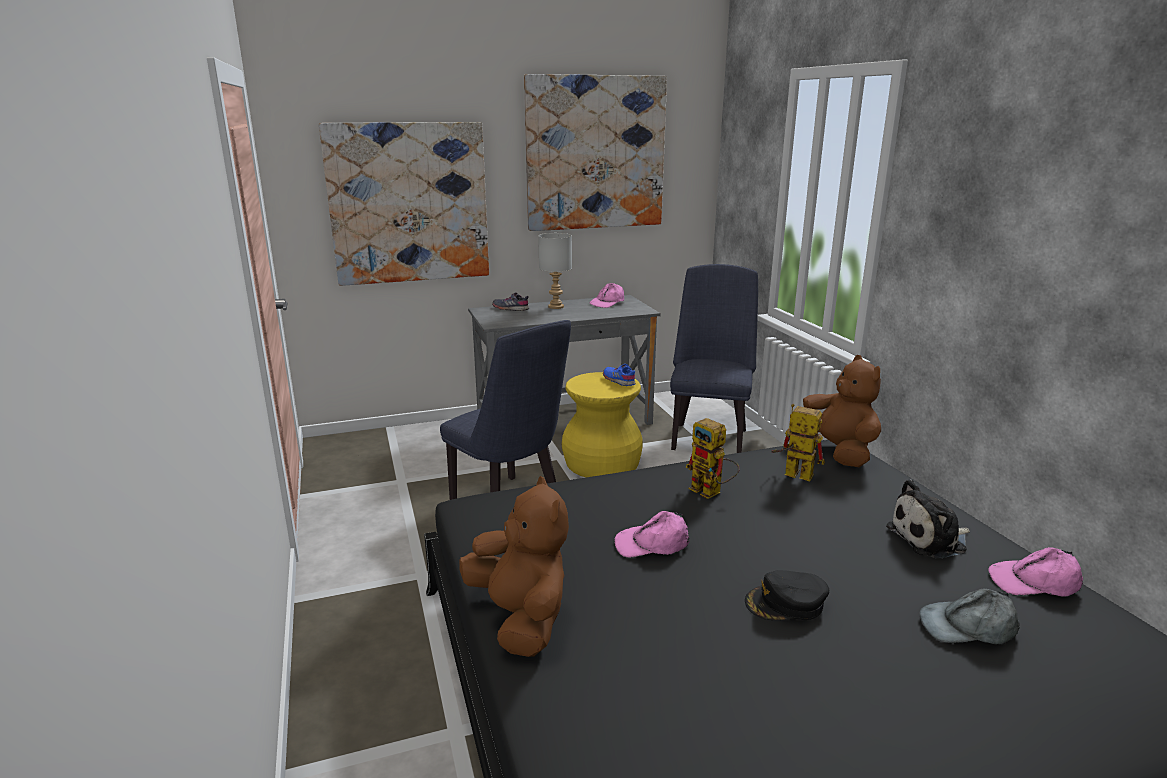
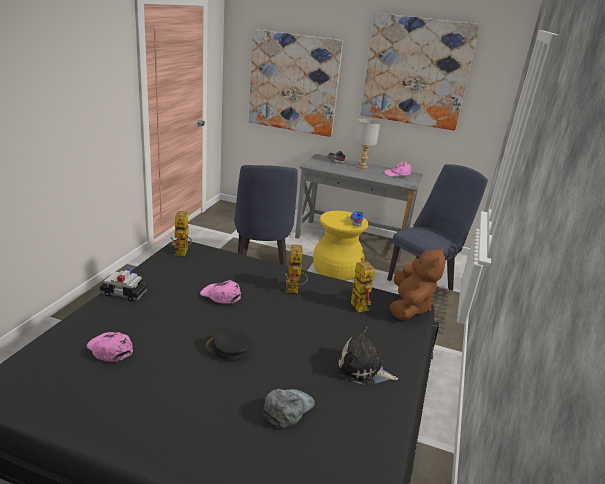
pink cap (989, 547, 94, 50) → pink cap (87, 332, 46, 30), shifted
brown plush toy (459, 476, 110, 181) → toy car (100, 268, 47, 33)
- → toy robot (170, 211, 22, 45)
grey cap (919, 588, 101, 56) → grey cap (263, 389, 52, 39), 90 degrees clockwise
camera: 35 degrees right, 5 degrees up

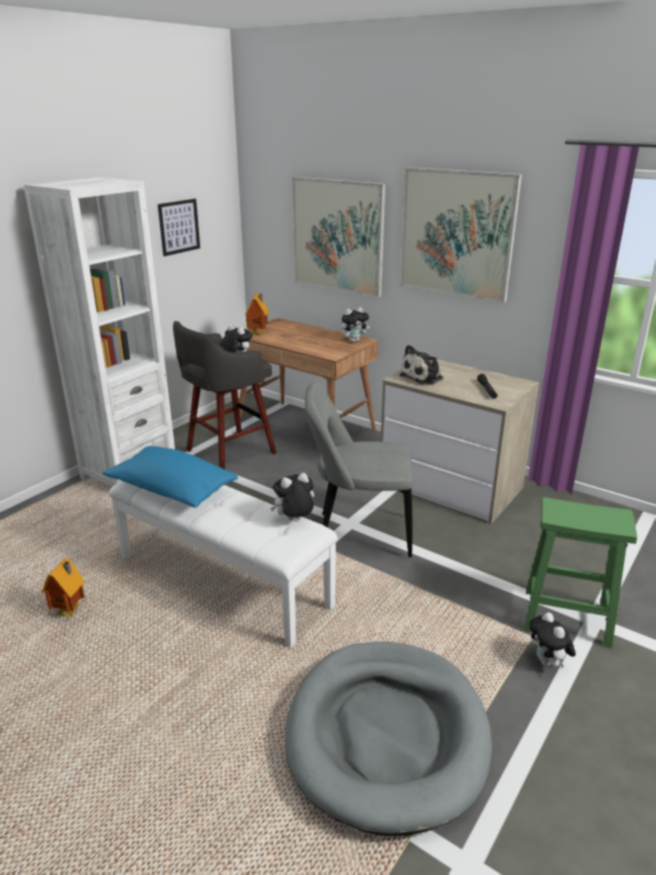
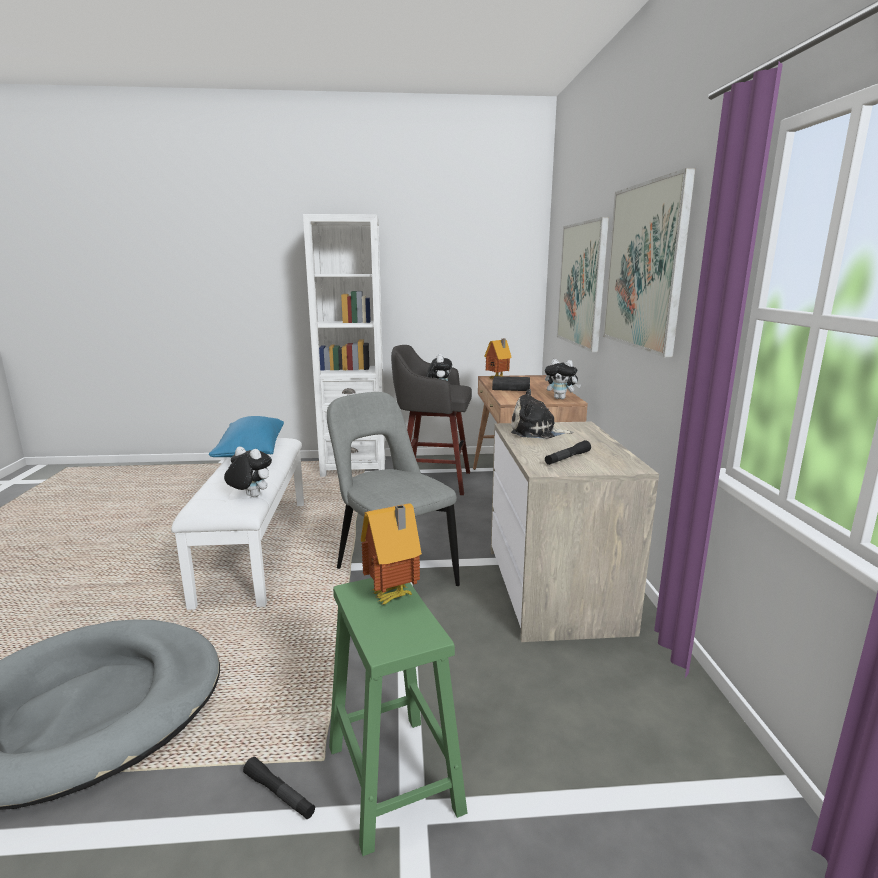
plush toy (529, 612, 47, 56) → black flashlight (243, 757, 72, 62)
toy house (42, 558, 43, 60) → toy house (361, 503, 61, 102), shifted
- → black book (492, 376, 38, 15)
picture (158, 199, 42, 57) → -
camera: 50 degrees right, 10 degrees down

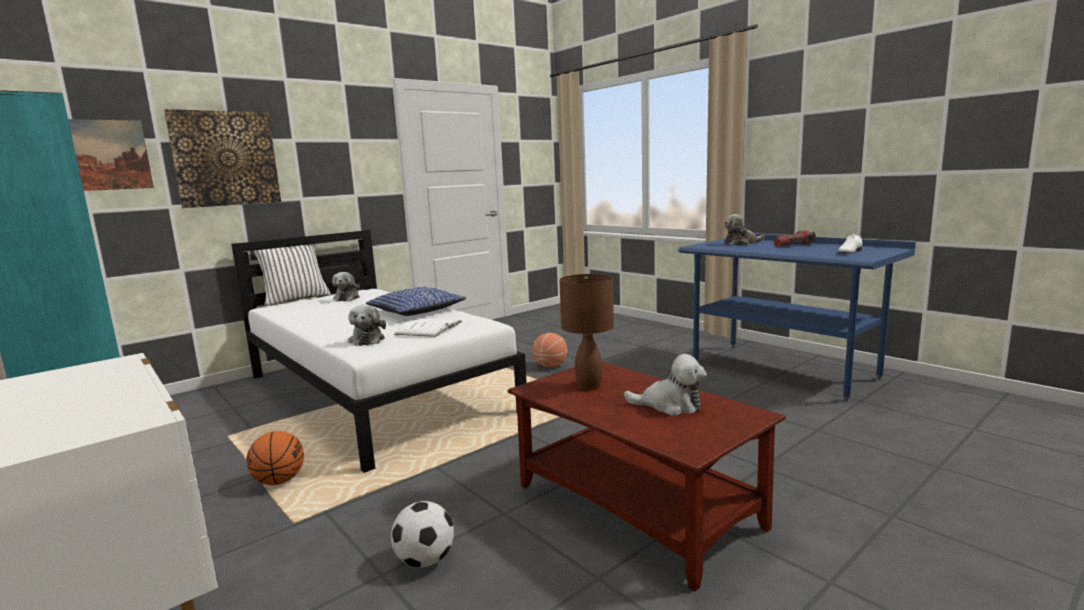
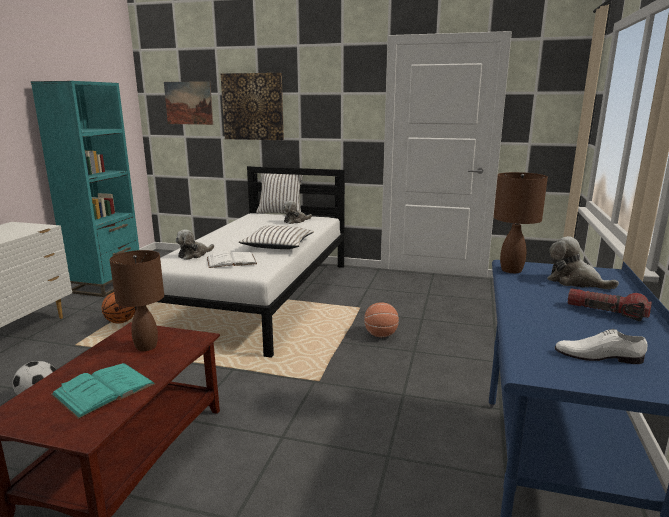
plush toy (624, 354, 83, 62) → turquoise book (51, 363, 105, 56)
blue pillow (366, 287, 100, 29) → white pillow (238, 226, 76, 23)
- → brown table lamp (494, 172, 54, 101)
camera: 55 degrees right, 5 degrees up

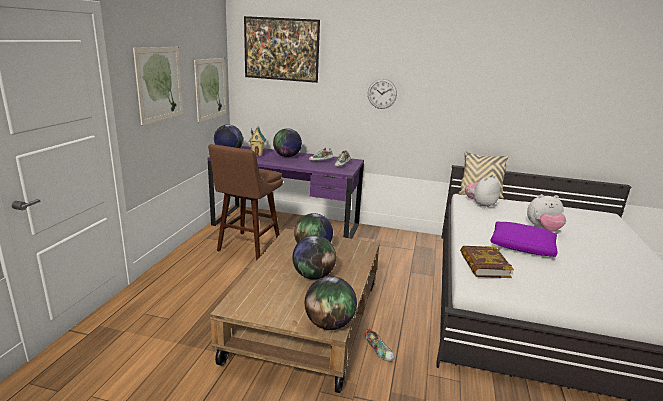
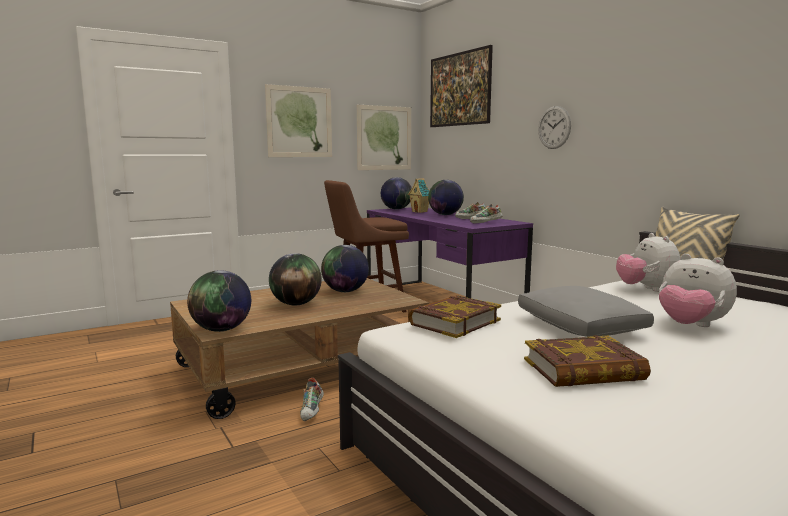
purple pillow (490, 221, 68, 36) → grey pillow (518, 286, 136, 51)
- → book (524, 335, 127, 52)
plush toy (465, 175, 35, 33) → plush toy (616, 233, 65, 59), 105 degrees counterclockwise
camera: 45 degrees right, 10 degrees down

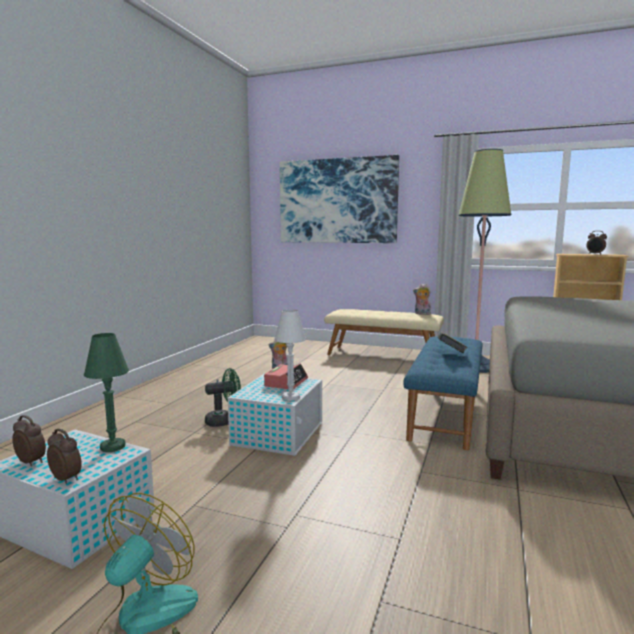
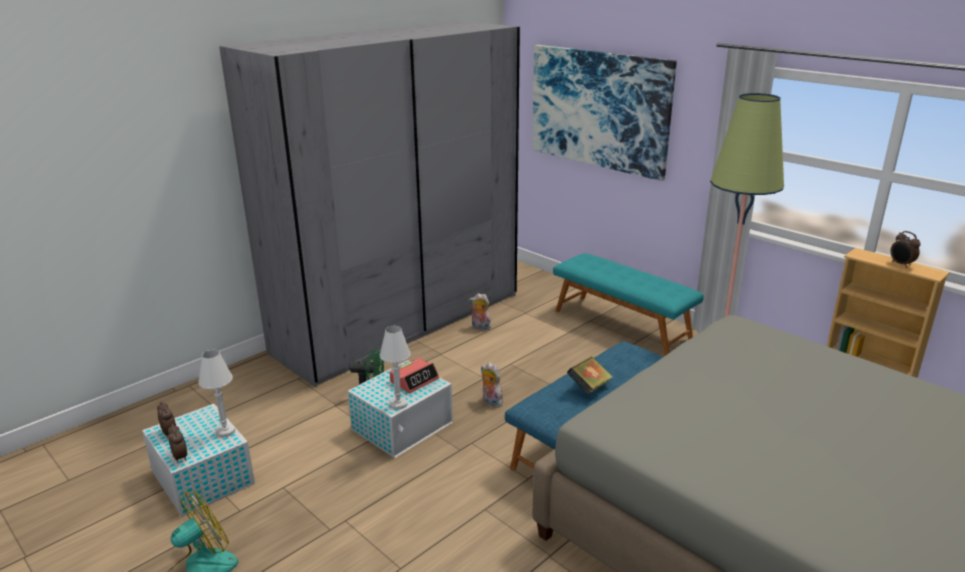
green table lamp (84, 333, 45, 119) → white table lamp (198, 350, 37, 87)
- → grey wardrobe (219, 21, 301, 367)
plush toy (413, 284, 18, 31) → plush toy (481, 362, 23, 46), shifted
beige bench (324, 309, 120, 46) → turquoise bench (553, 253, 151, 103)
camera: 25 degrees right, 15 degrees up

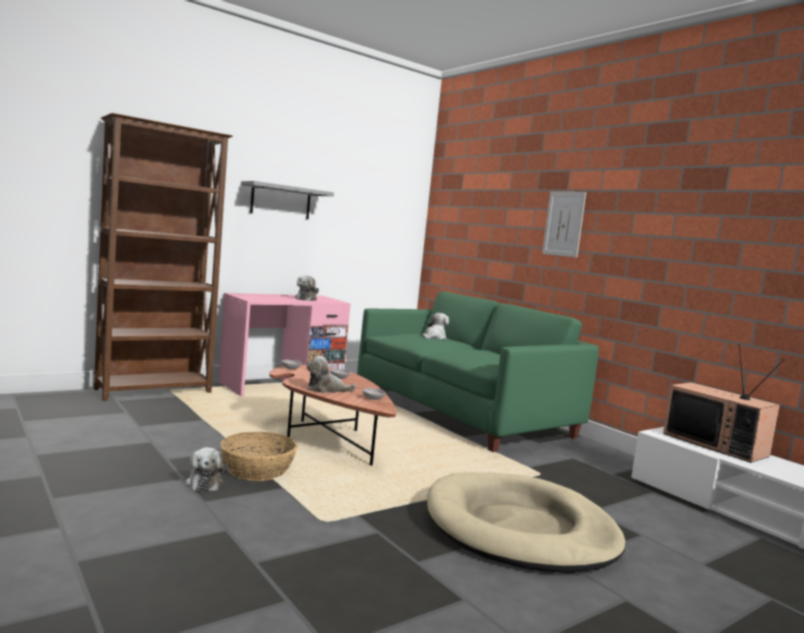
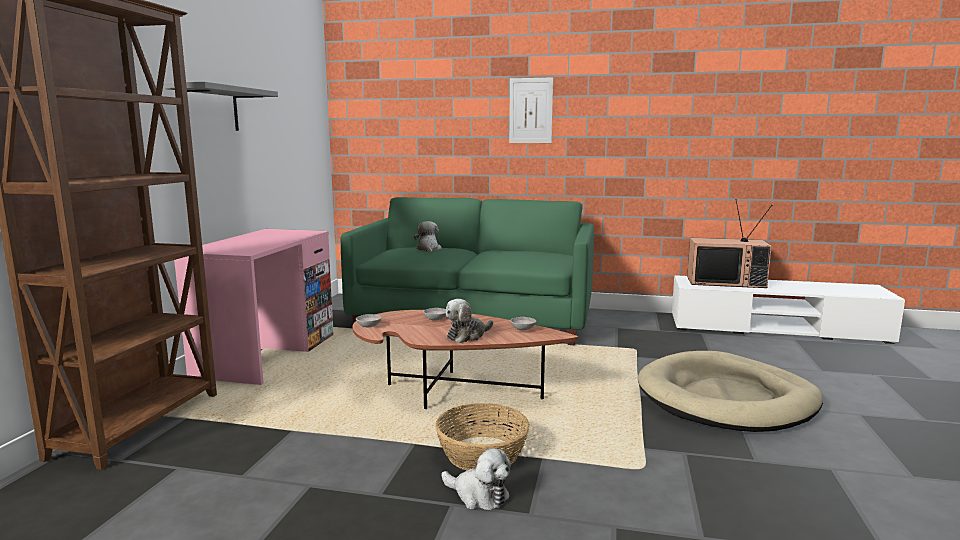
plush toy (295, 275, 24, 26) → -
camera: 40 degrees left, 5 degrees up

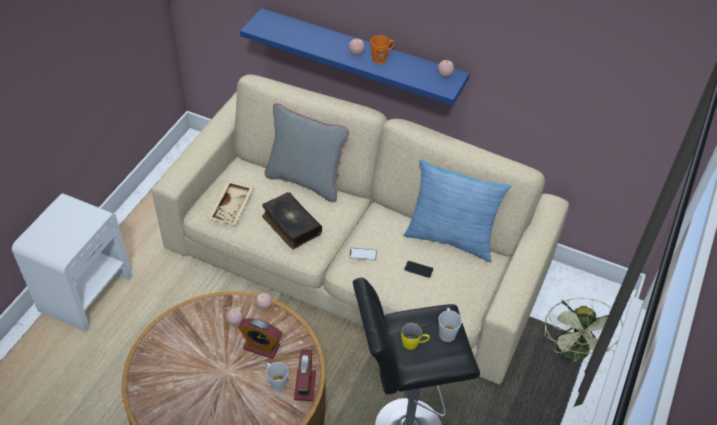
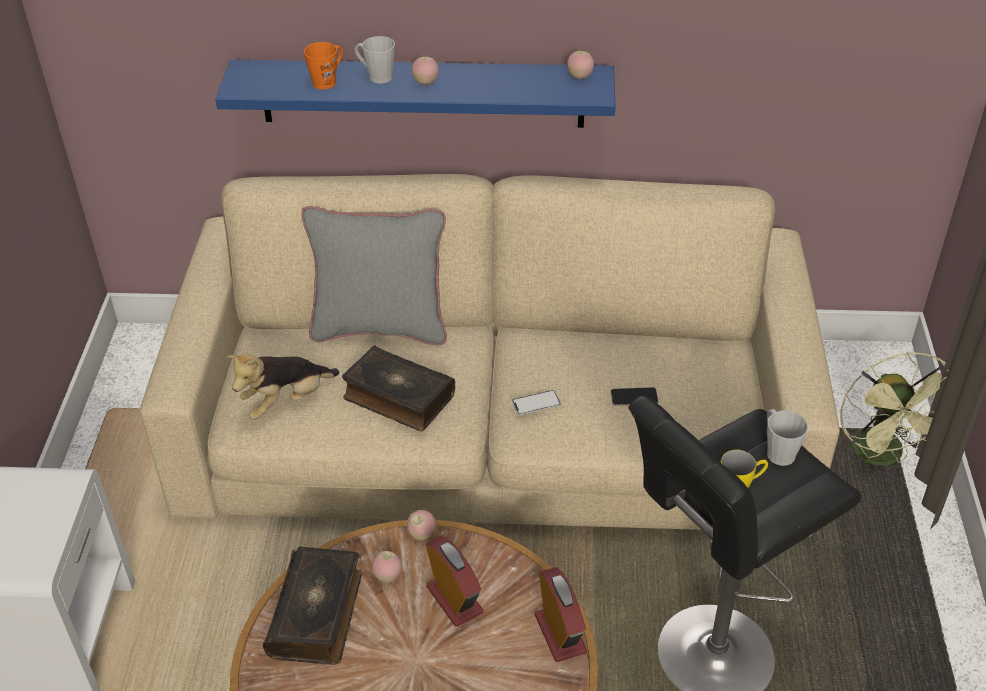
beige tray (208, 180, 46, 45) → plush toy (227, 354, 112, 66)
- → book (263, 547, 99, 118)
orange mug (371, 35, 24, 29) → orange mug (304, 42, 39, 47), shifted
grey mug (266, 362, 23, 29) → grey mug (355, 36, 40, 47), shifted
alarm clock (238, 318, 44, 41) → alarm clock (426, 536, 57, 91), 120 degrees counterclockwise
pillow (403, 159, 108, 104) → -
camera: 20 degrees left, 5 degrees down

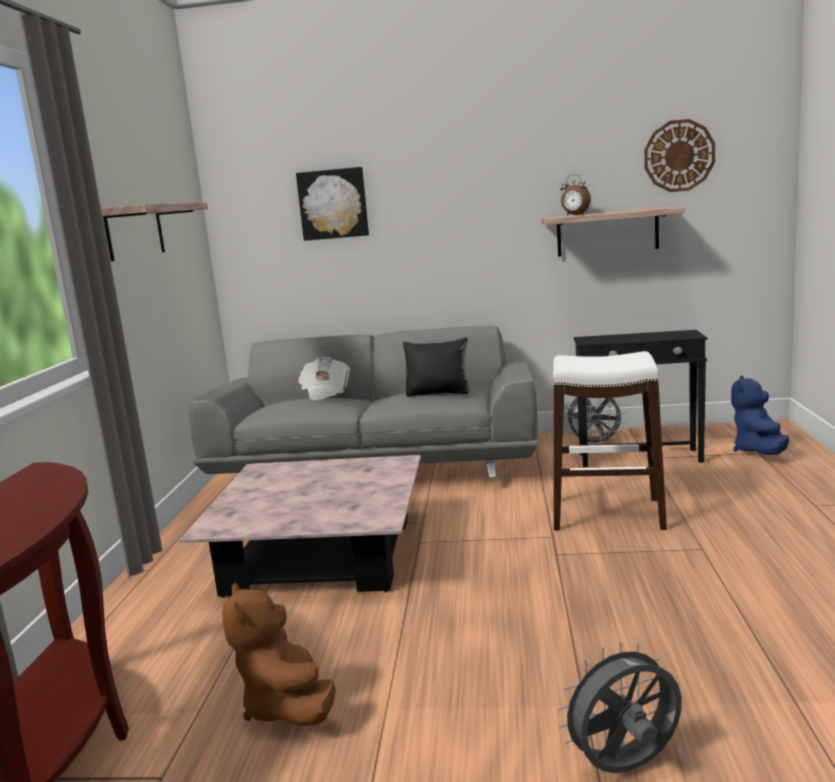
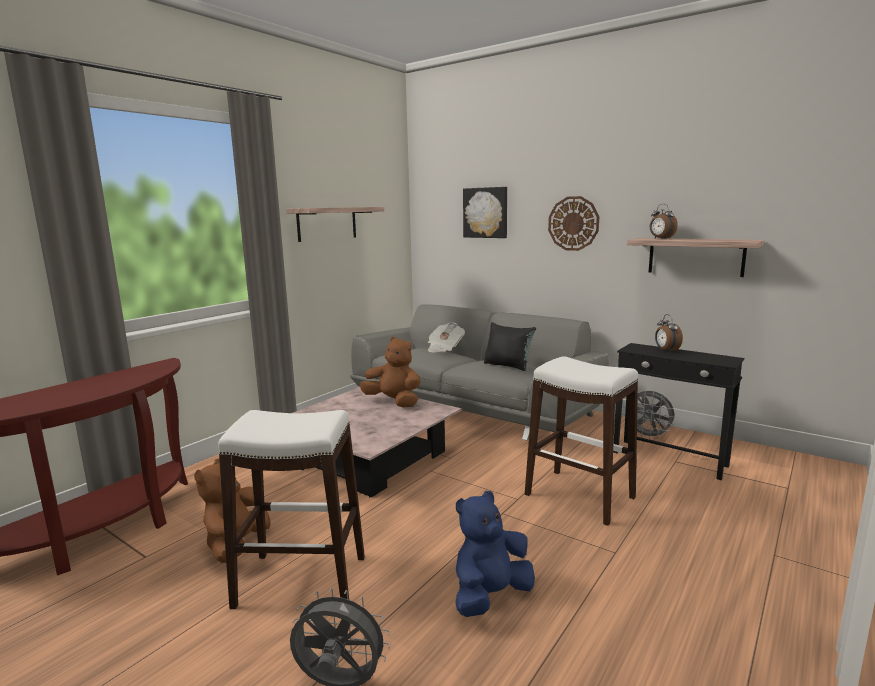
- → white stool (218, 410, 147, 199)
- → brown plush toy (360, 337, 61, 71)
blue plush toy (731, 375, 58, 80) → blue plush toy (456, 491, 79, 126), shifted
wall clock (644, 119, 71, 73) → wall clock (548, 196, 51, 55), shifted
- → alarm clock (655, 314, 28, 38)
camera: 30 degrees right, 0 degrees up

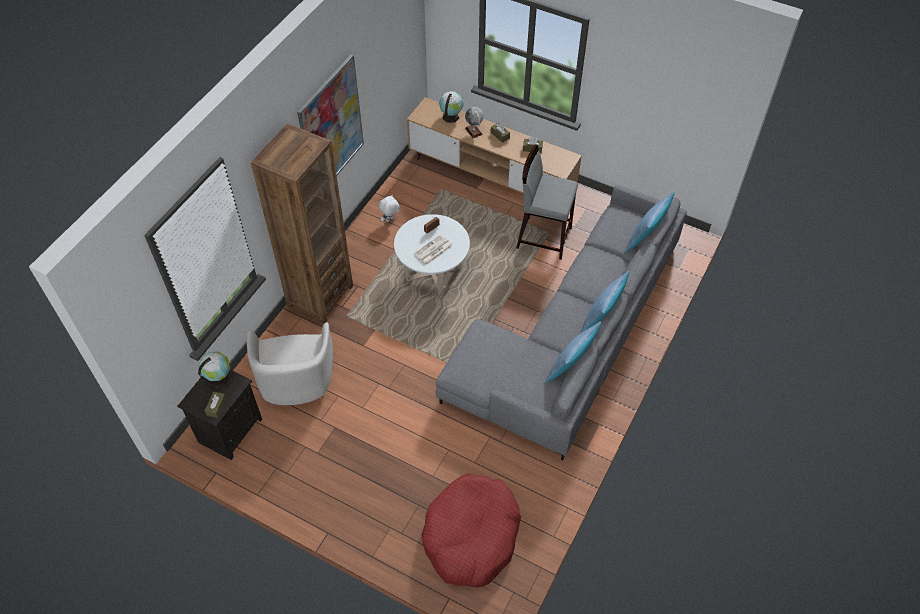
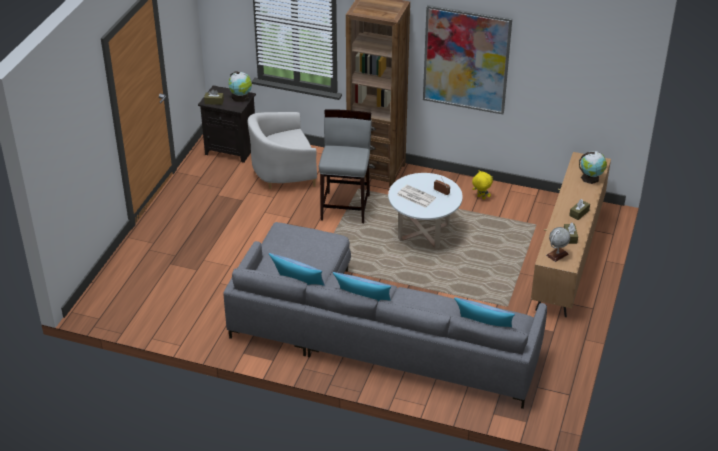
grey stool (517, 145, 61, 115) → grey stool (319, 109, 53, 114), shifted
white plush toy (379, 194, 20, 28) → yellow plush toy (472, 170, 21, 30)
globe (465, 107, 18, 31) → globe (546, 227, 24, 35), shifted
red dog bed (421, 474, 100, 113) → -
camera: 80 degrees right, 15 degrees down

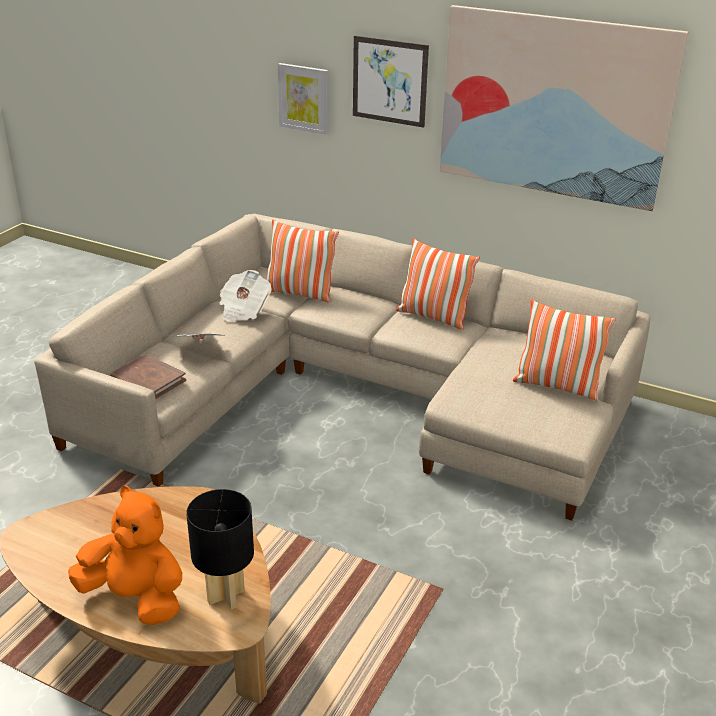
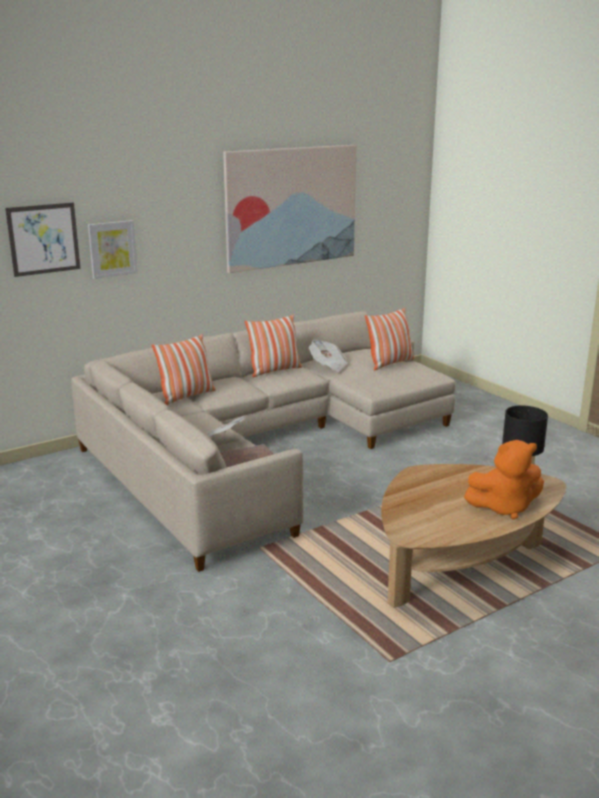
picture (353, 36, 76, 92) → picture (5, 203, 76, 74), shifted
newspaper (219, 270, 53, 52) → newspaper (309, 339, 39, 33), shifted
orange plush toy (68, 486, 114, 139) → orange plush toy (464, 440, 80, 80), 150 degrees counterclockwise
camera: 60 degrees left, 10 degrees down

